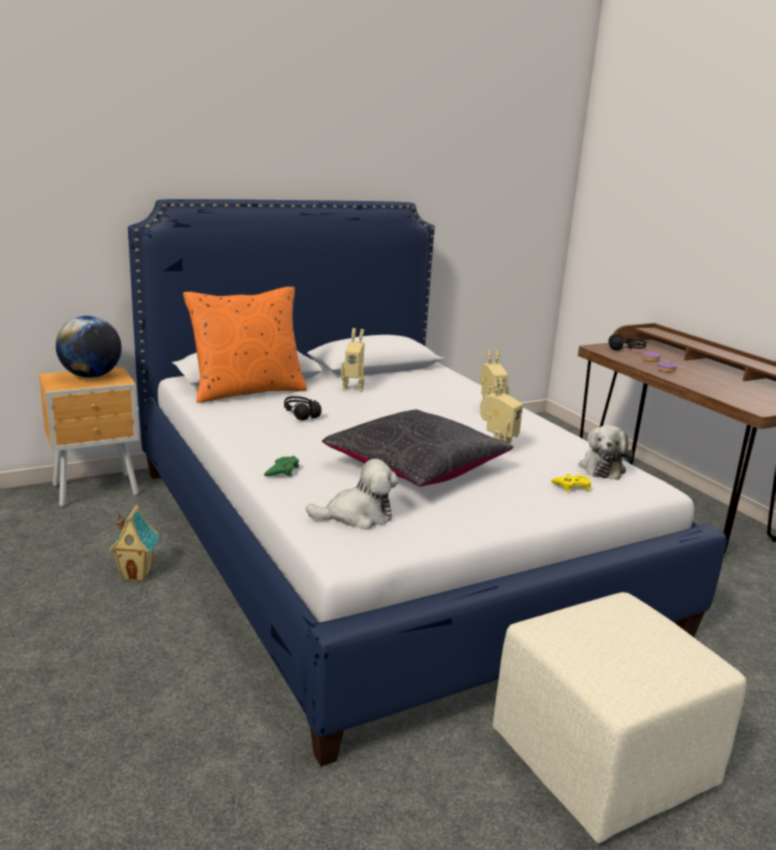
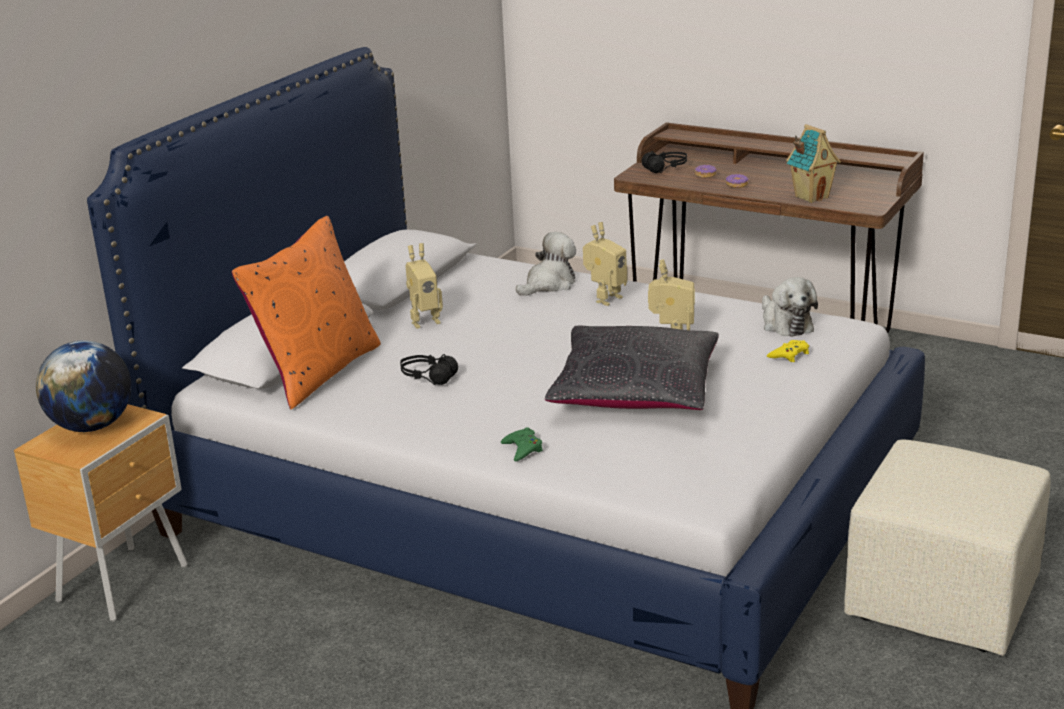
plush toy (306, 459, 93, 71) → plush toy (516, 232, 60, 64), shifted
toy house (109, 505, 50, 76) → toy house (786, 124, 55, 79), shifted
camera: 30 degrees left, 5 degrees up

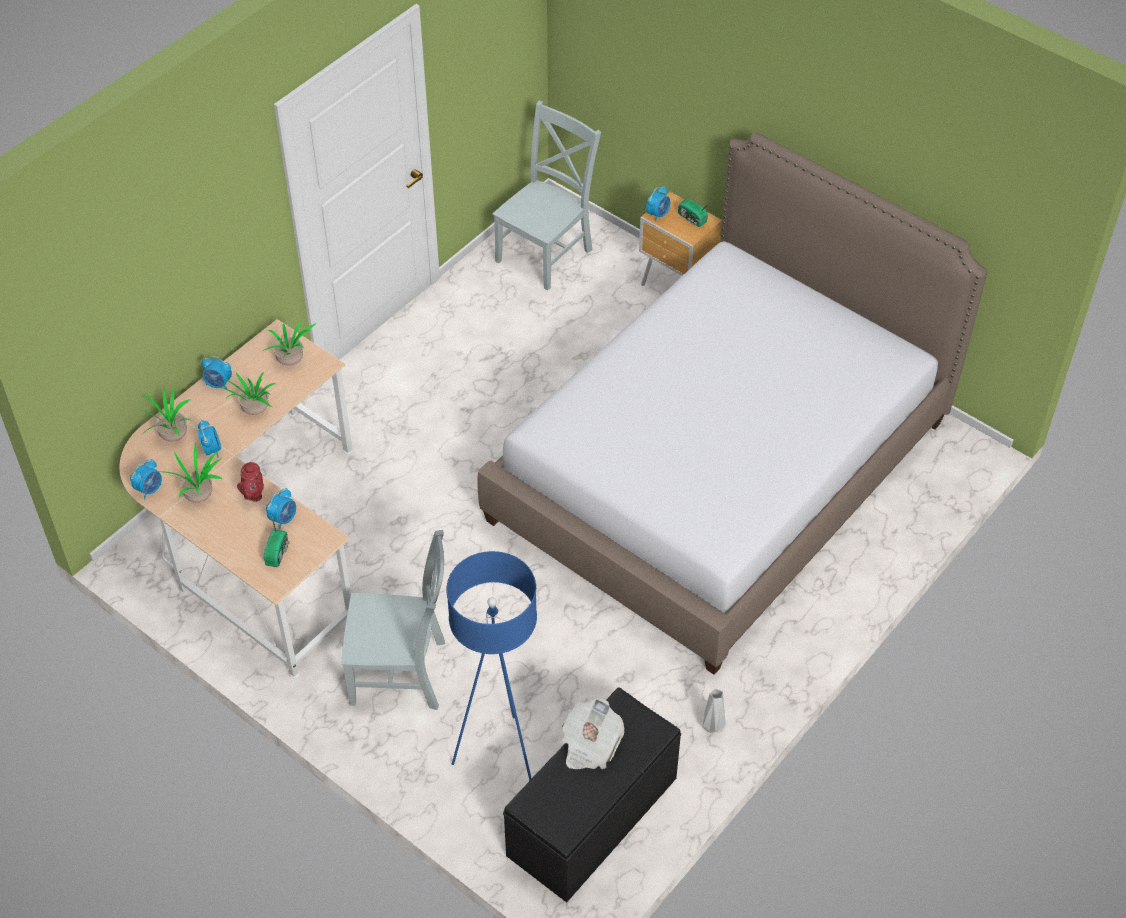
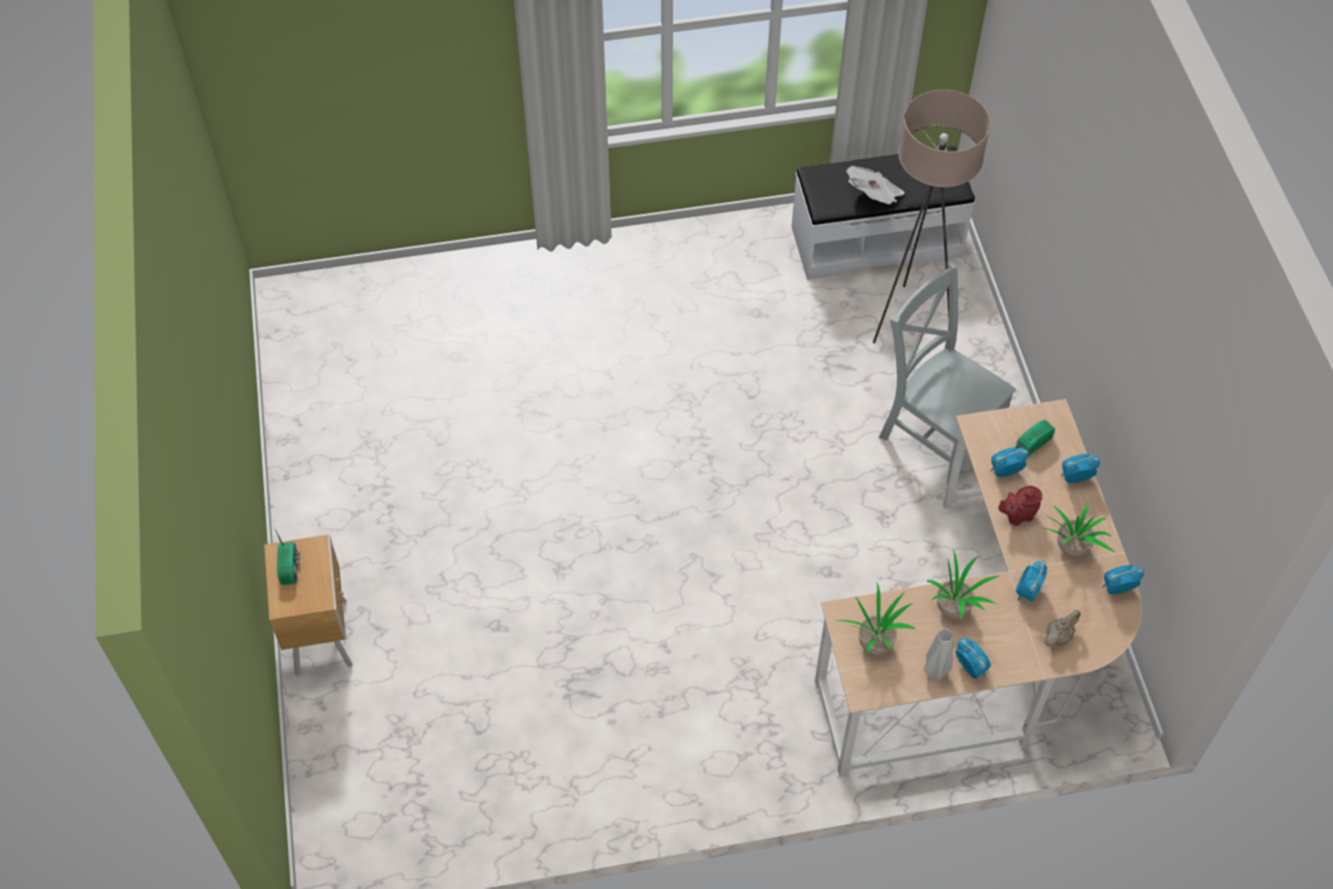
black bench (503, 687, 178, 216) → white bench (792, 146, 183, 134)
blue floor lamp (446, 551, 91, 230) → beige floor lamp (873, 90, 118, 253)
grey vase (703, 688, 22, 45) → grey vase (924, 628, 29, 51), shifted
red teapot (237, 462, 27, 40) → red teapot (998, 486, 44, 40), 150 degrees counterclockwise
potted plant (140, 386, 51, 56) → beige teapot (1045, 610, 36, 37)
alarm clock (646, 186, 24, 36) → alarm clock (1061, 454, 39, 29), shifted
bed (477, 133, 510, 542) → -
grey chair (492, 101, 109, 189) → -
camera: 140 degrees left, 5 degrees up

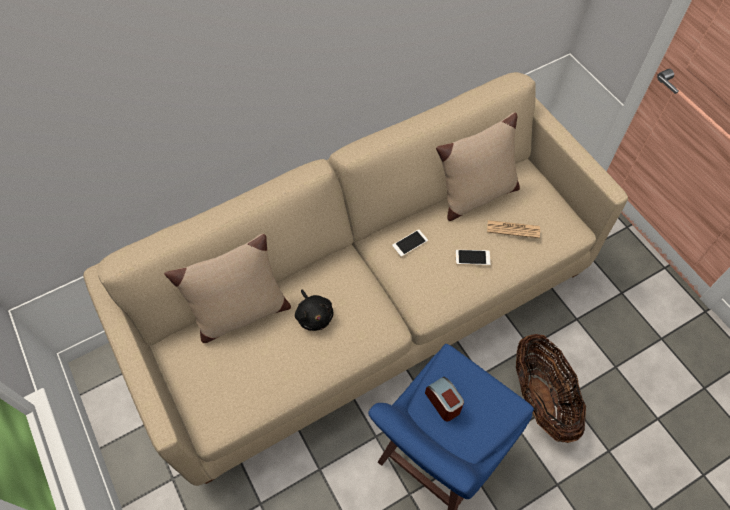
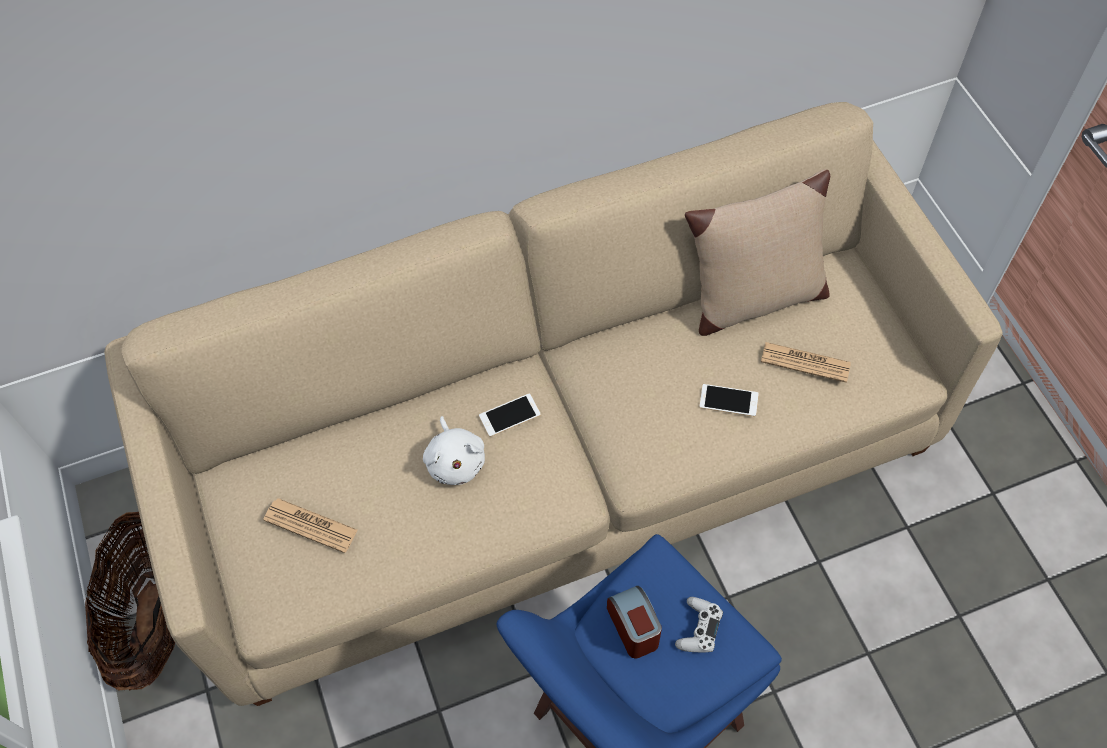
basket (516, 334, 70, 109) → basket (85, 512, 90, 178), shifted
- → newspaper (263, 498, 95, 55)
black plush toy (295, 289, 38, 42) → white plush toy (423, 416, 62, 69)
phone (392, 229, 36, 28) → phone (479, 393, 62, 44), shifted
- → white game controller (675, 597, 48, 55)
beige pillow (164, 233, 127, 110) → -
camera: 10 degrees right, 0 degrees up

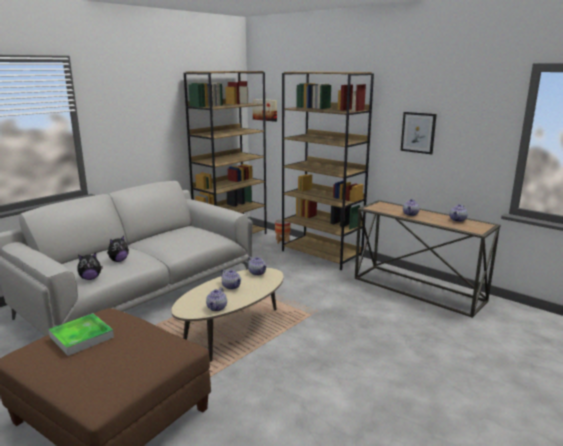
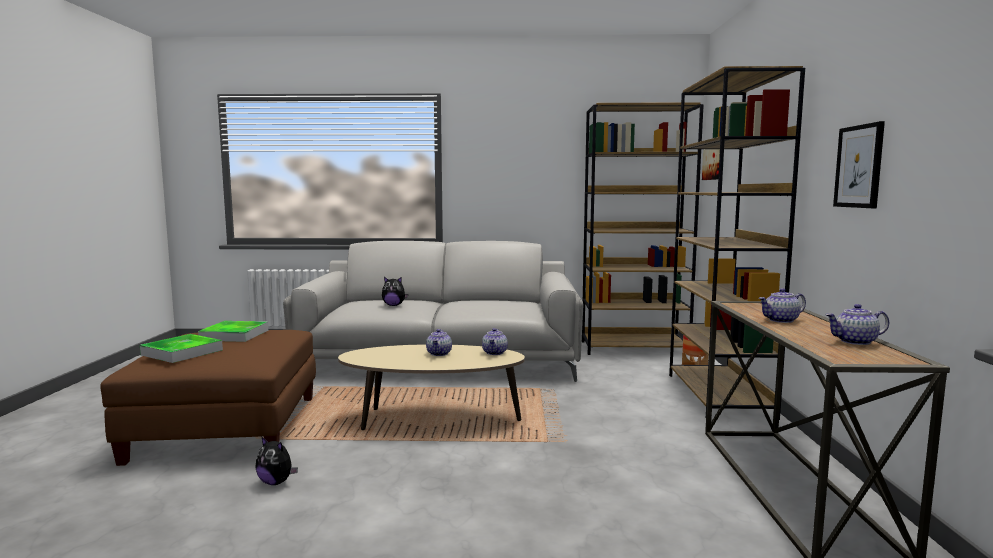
- → tray (140, 334, 83, 29)
plush toy (78, 253, 25, 27) → plush toy (255, 436, 43, 49), shifted
teapot (206, 287, 21, 24) → -
camera: 50 degrees right, 10 degrees down

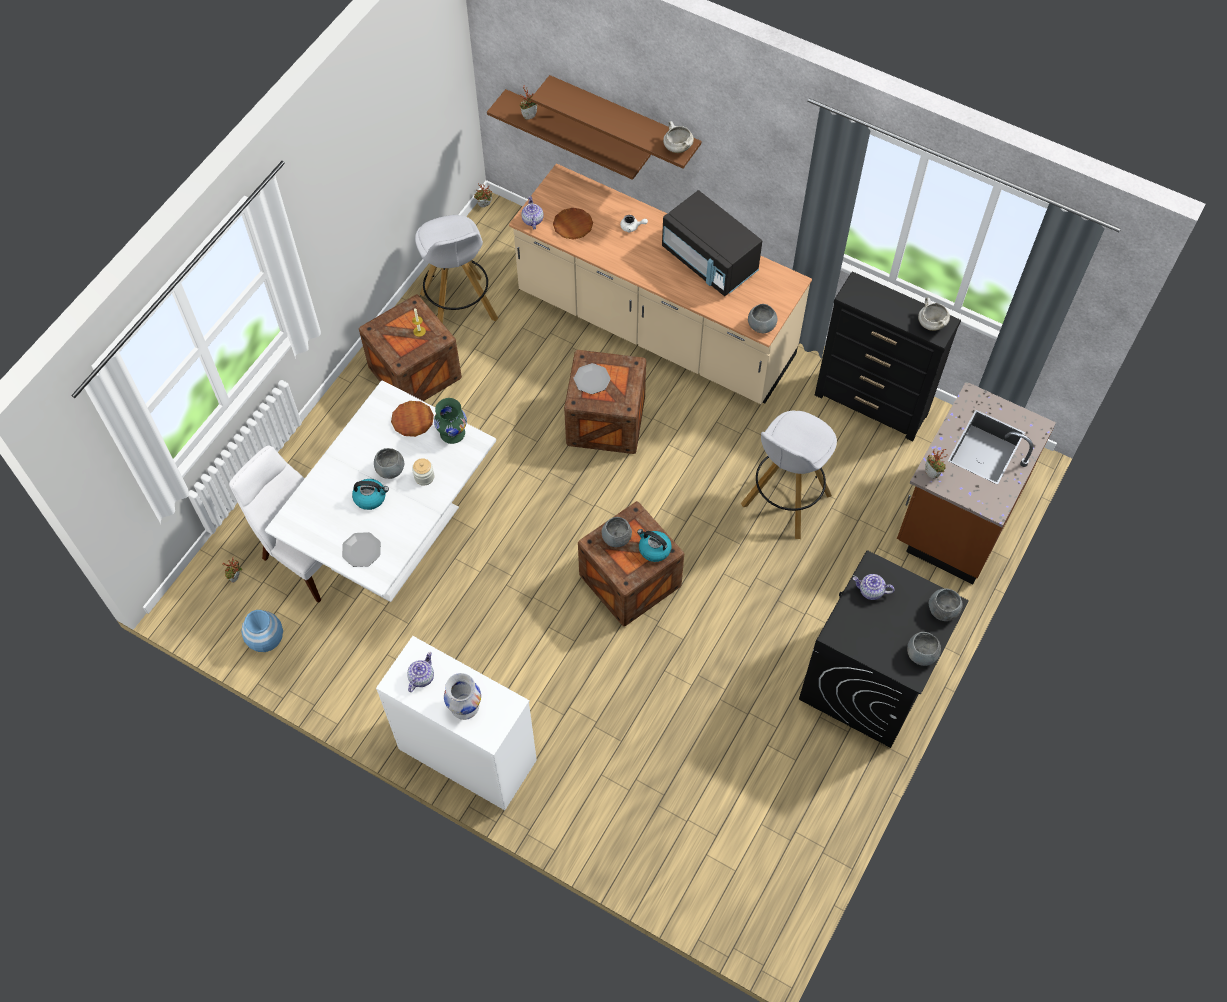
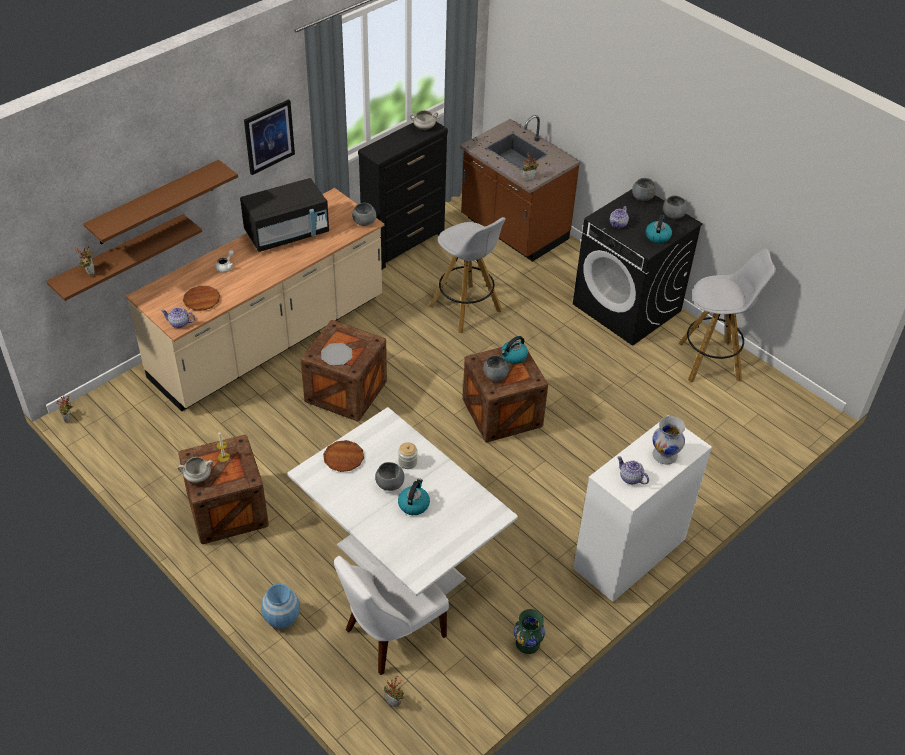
white cooking pot (663, 121, 31, 32) → white cooking pot (178, 457, 35, 26), shifted
- → picture (244, 99, 51, 76)
blue vase (241, 610, 42, 42) → blue vase (261, 583, 39, 46), shifted
green vase (434, 398, 33, 46) → green vase (514, 609, 31, 45), shifted
- → kettle (646, 215, 26, 28)
white stool (415, 215, 83, 108) → white stool (678, 249, 98, 133), shifted
plate (342, 532, 39, 35) → -
camera: 75 degrees left, 15 degrees down

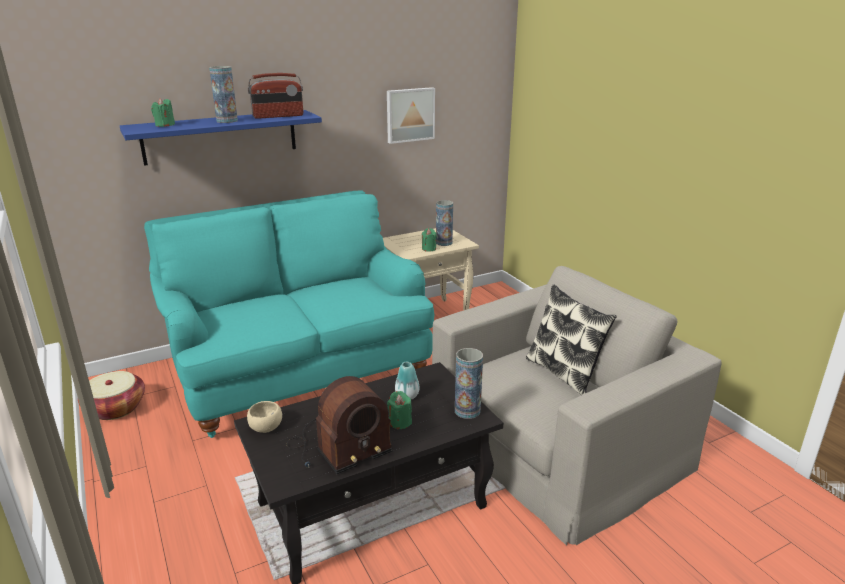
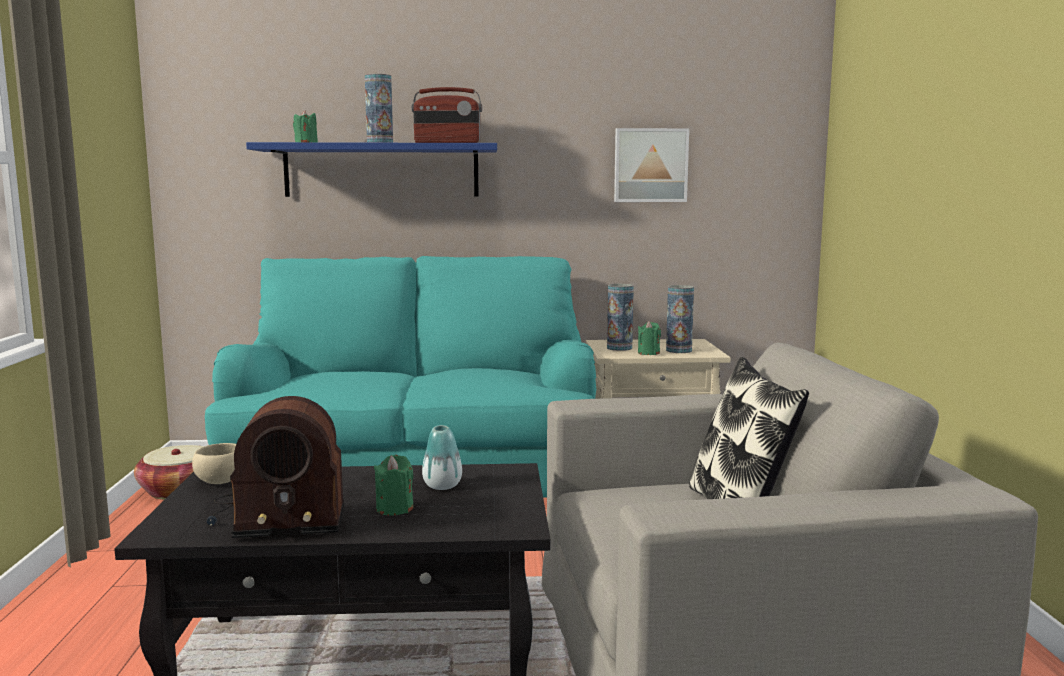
vase (455, 348, 28, 71) → vase (607, 284, 27, 67), shifted
camera: 25 degrees right, 15 degrees down

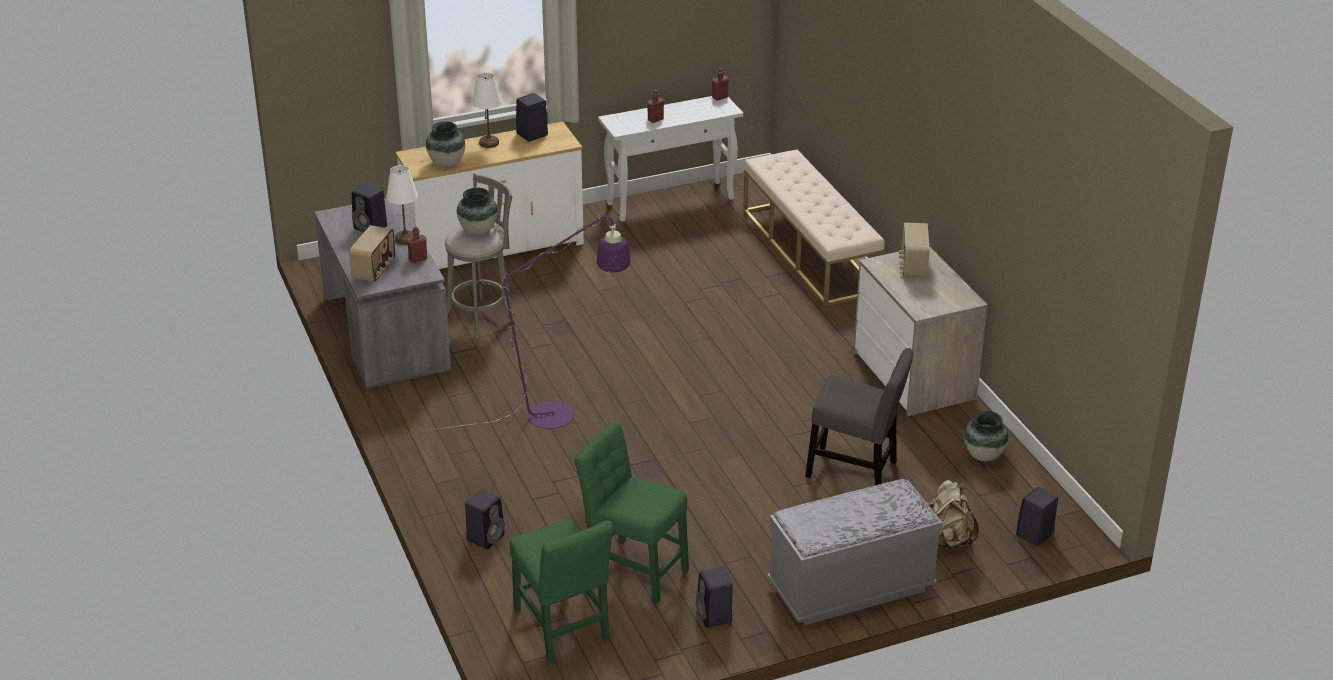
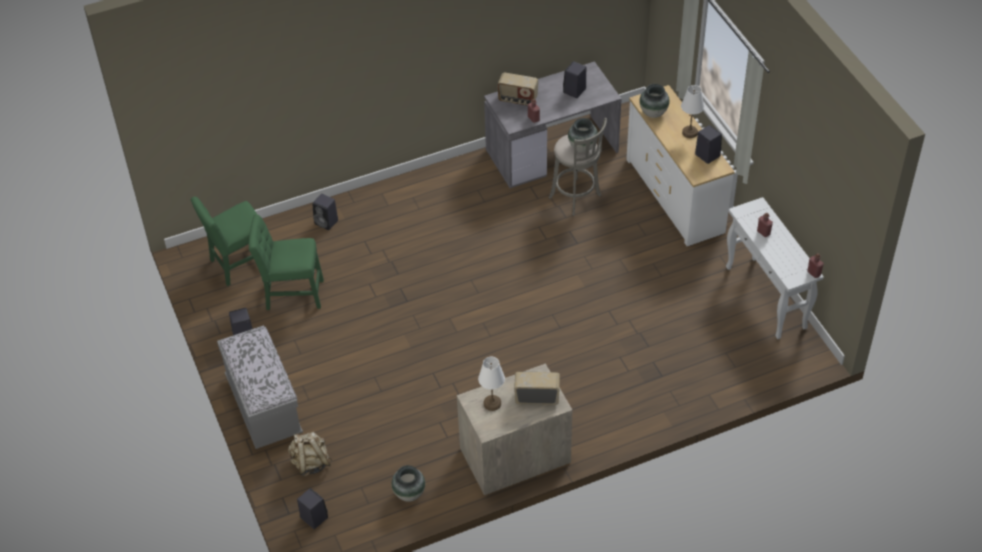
green chair (574, 422, 115, 182) → green chair (249, 214, 75, 96), 120 degrees counterclockwise
white table lamp (386, 165, 32, 80) → white table lamp (478, 357, 27, 54), shifted
purple floor lamp (423, 214, 208, 217) → -
beige bench (743, 149, 142, 157) → -
grey chair (805, 348, 109, 137) → -
camera: 90 degrees right, 15 degrees up

